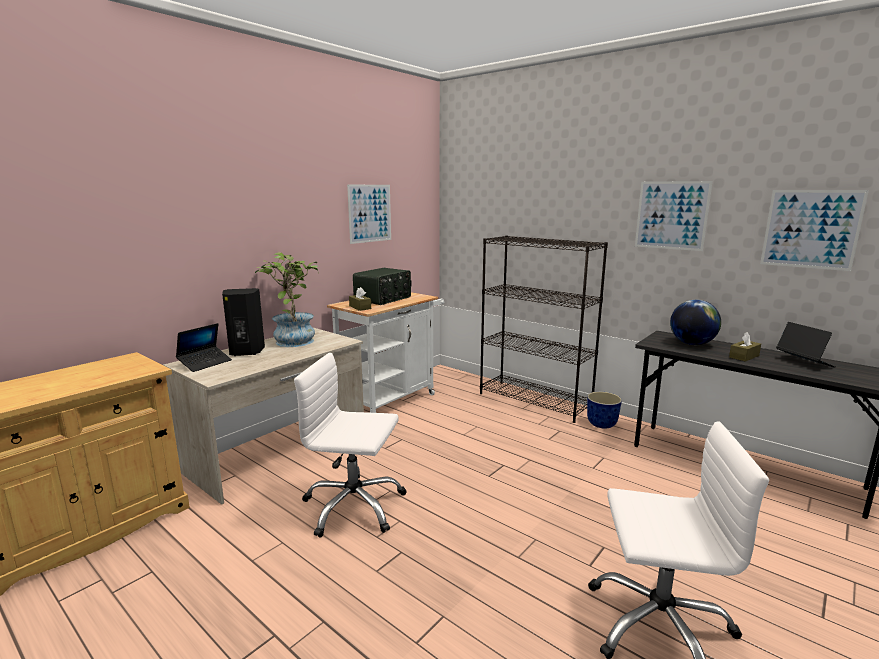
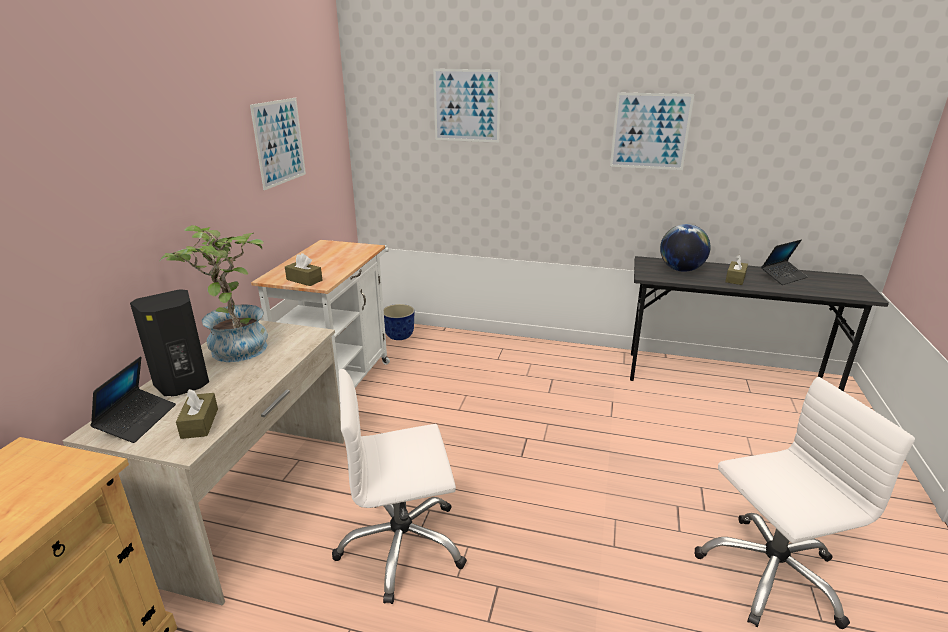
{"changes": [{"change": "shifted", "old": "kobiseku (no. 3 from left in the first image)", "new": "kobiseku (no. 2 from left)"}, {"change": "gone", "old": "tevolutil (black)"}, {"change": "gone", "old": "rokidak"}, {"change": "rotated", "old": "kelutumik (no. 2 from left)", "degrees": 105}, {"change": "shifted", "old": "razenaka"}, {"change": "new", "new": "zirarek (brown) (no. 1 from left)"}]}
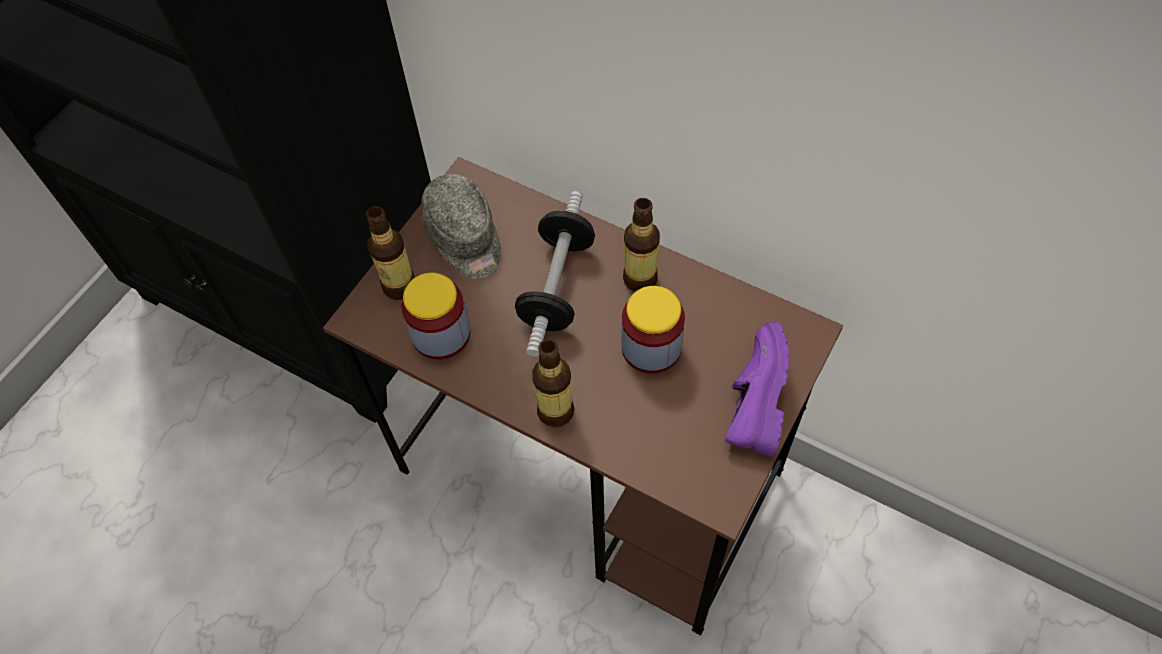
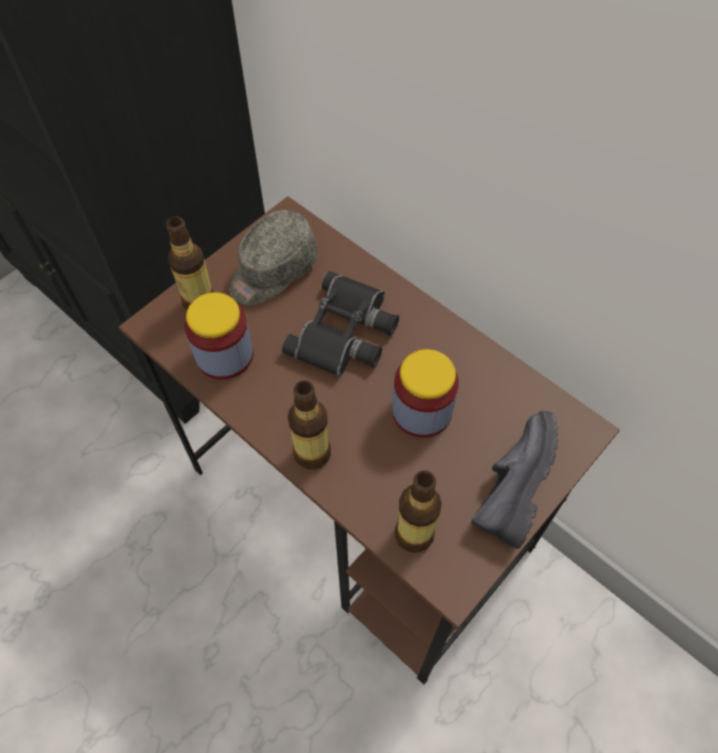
{"changes": [{"change": "rotated", "old": "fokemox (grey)", "degrees": 60}, {"change": "swapped", "old": "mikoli", "new": "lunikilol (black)"}, {"change": "shifted", "old": "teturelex (no. 3 from left)"}, {"change": "repainted", "old": "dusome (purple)", "new": "dusome (black)"}]}
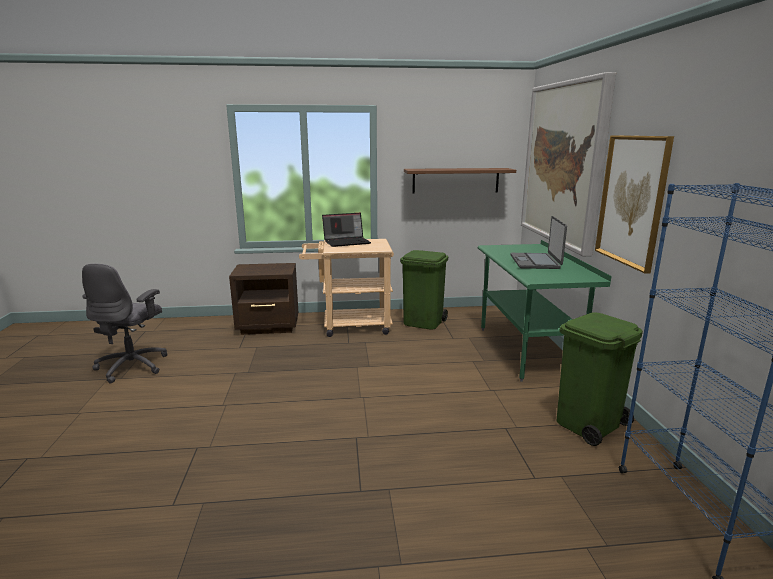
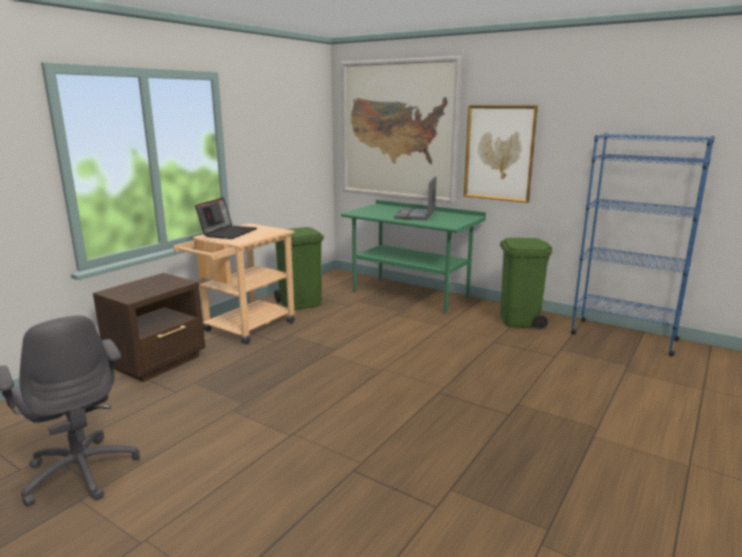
{"changes": [{"change": "gone", "old": "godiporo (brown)"}, {"change": "rotated", "old": "kelutumik (no. 2 from left)", "degrees": 60}]}
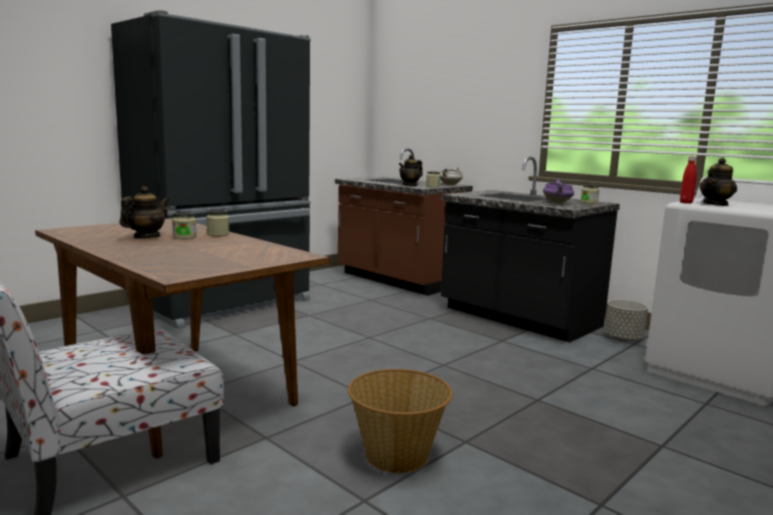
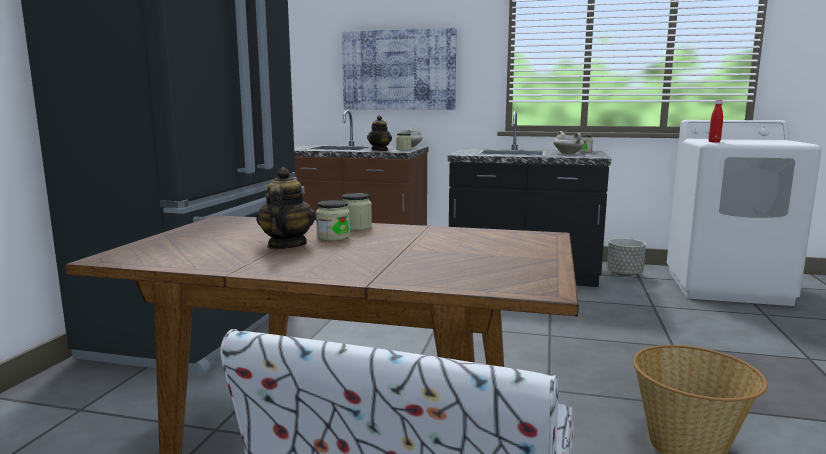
{"changes": [{"change": "gone", "old": "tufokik (no. 3 from left)"}, {"change": "repainted", "old": "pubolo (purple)", "new": "pubolo (white) (no. 2 from left)"}, {"change": "new", "new": "kobiseku"}]}
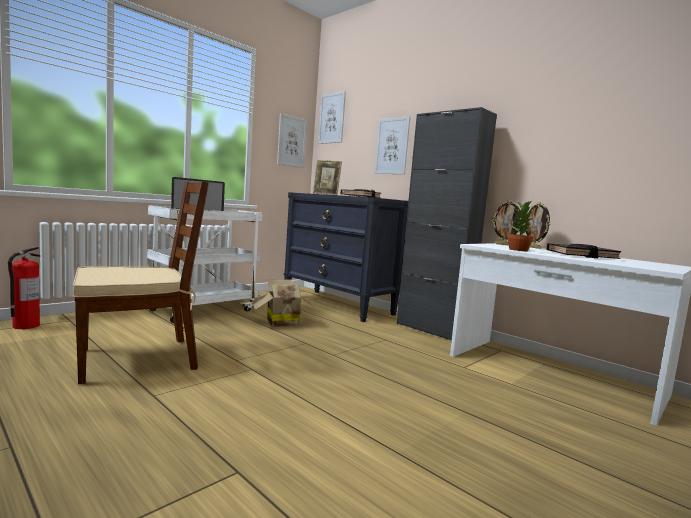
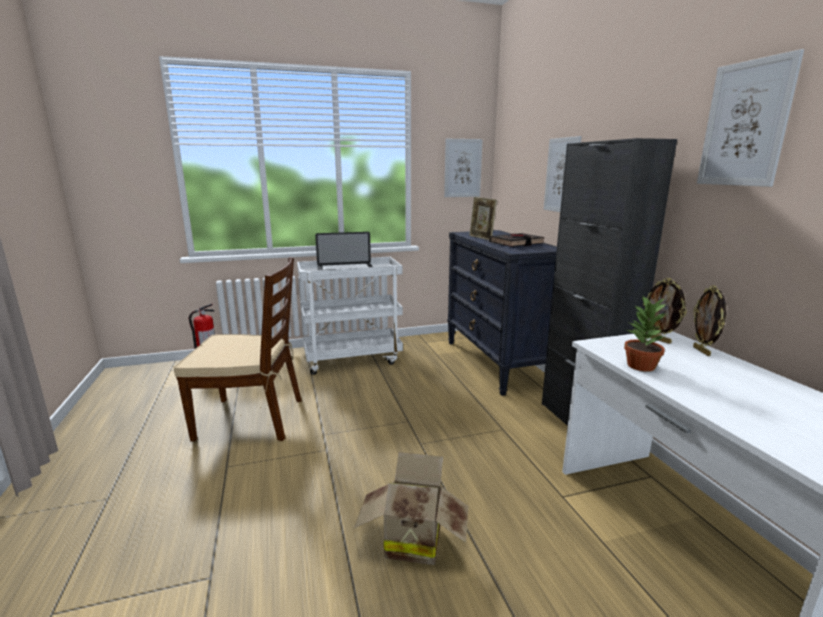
{"changes": [{"change": "shifted", "old": "kobiseku (no. 2 from left in the first image)", "new": "kobiseku (no. 3 from left)"}, {"change": "gone", "old": "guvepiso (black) (no. 2 from left)"}, {"change": "shifted", "old": "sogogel"}]}
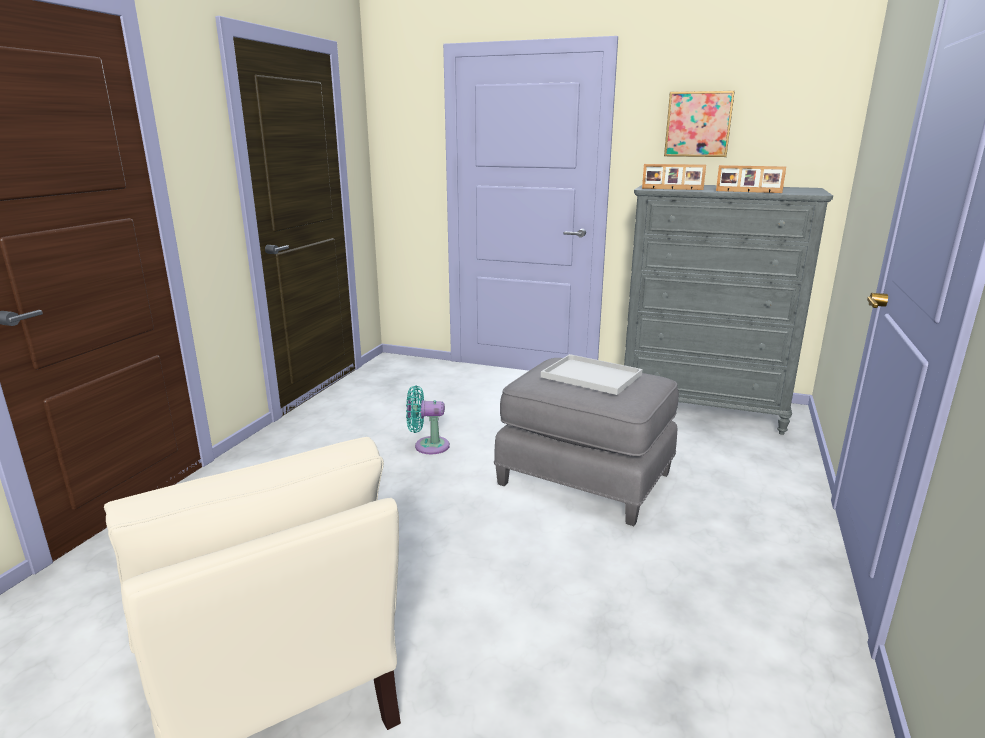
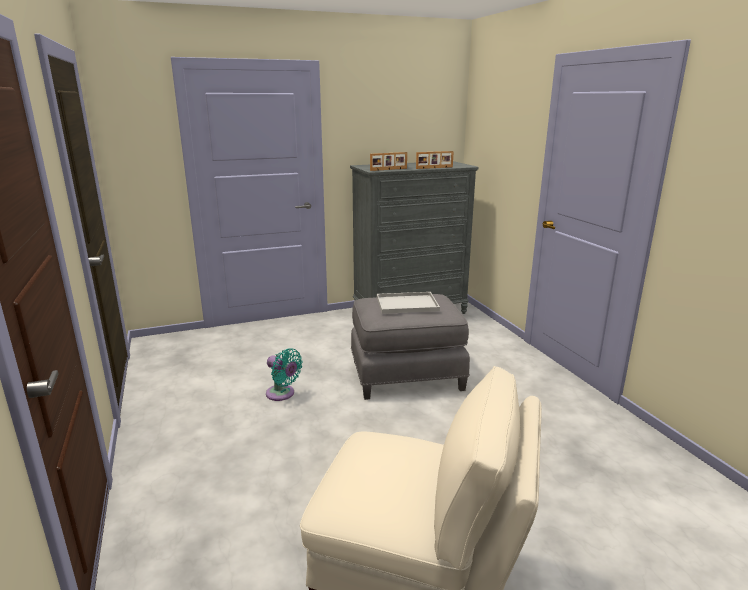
{"changes": [{"change": "gone", "old": "kobiseku"}, {"change": "rotated", "old": "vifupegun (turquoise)", "degrees": -105}]}
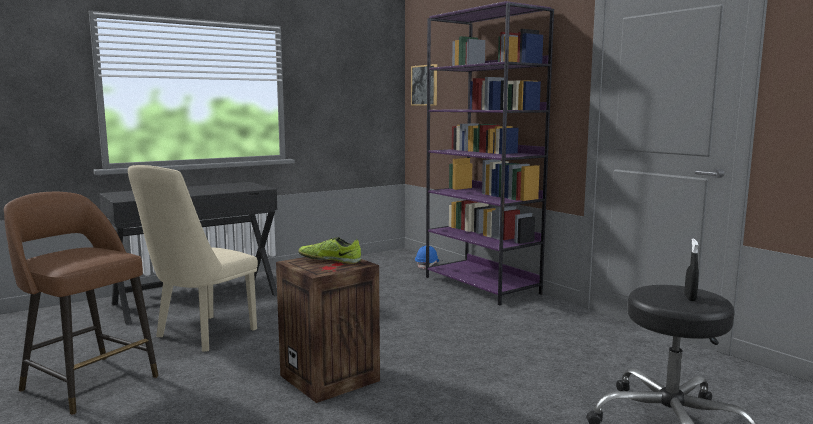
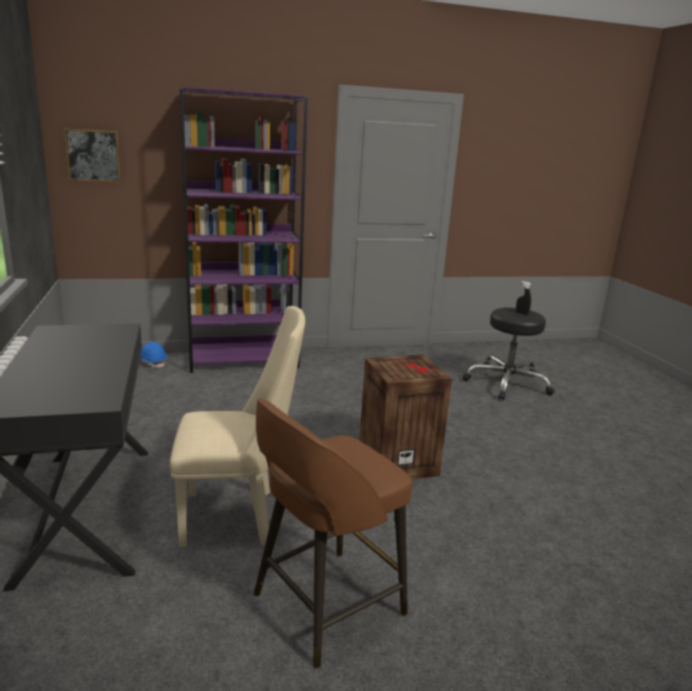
{"changes": [{"change": "rotated", "old": "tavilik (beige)", "degrees": -60}, {"change": "gone", "old": "dusome"}]}
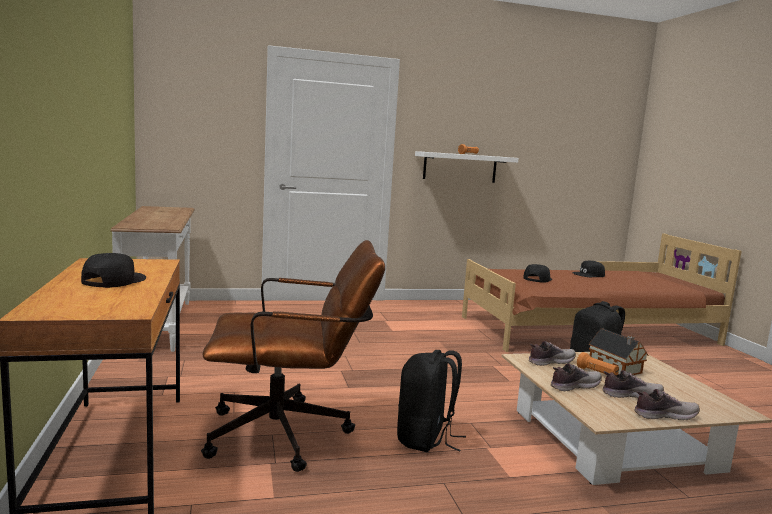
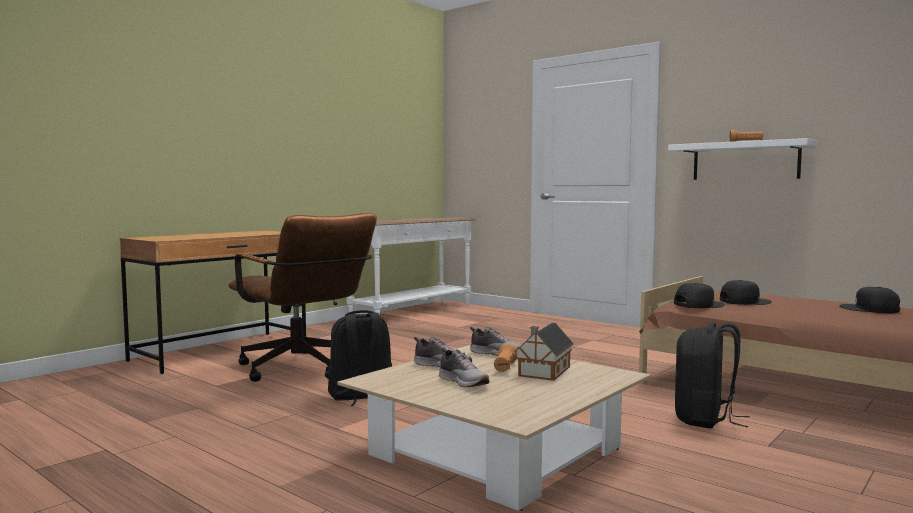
{"changes": [{"change": "shifted", "old": "fokemox (black) (no. 1 from left)"}, {"change": "gone", "old": "dusome (no. 4 from left)"}]}
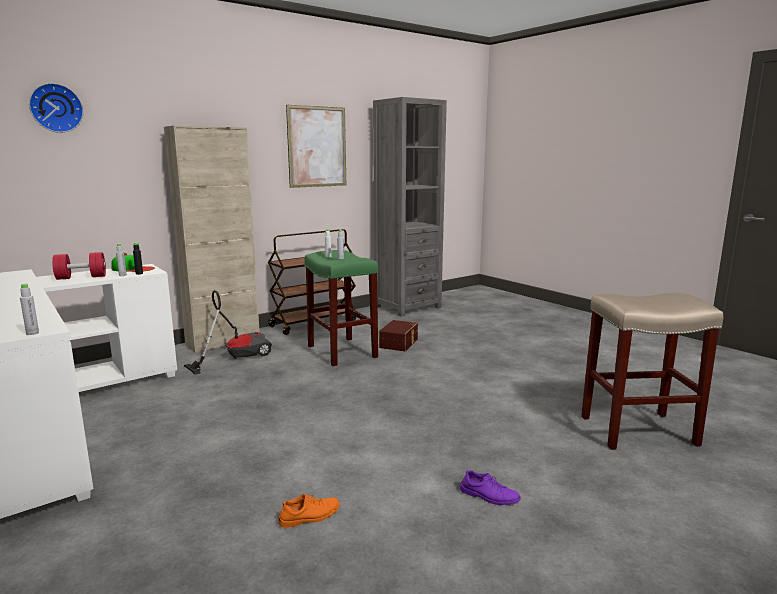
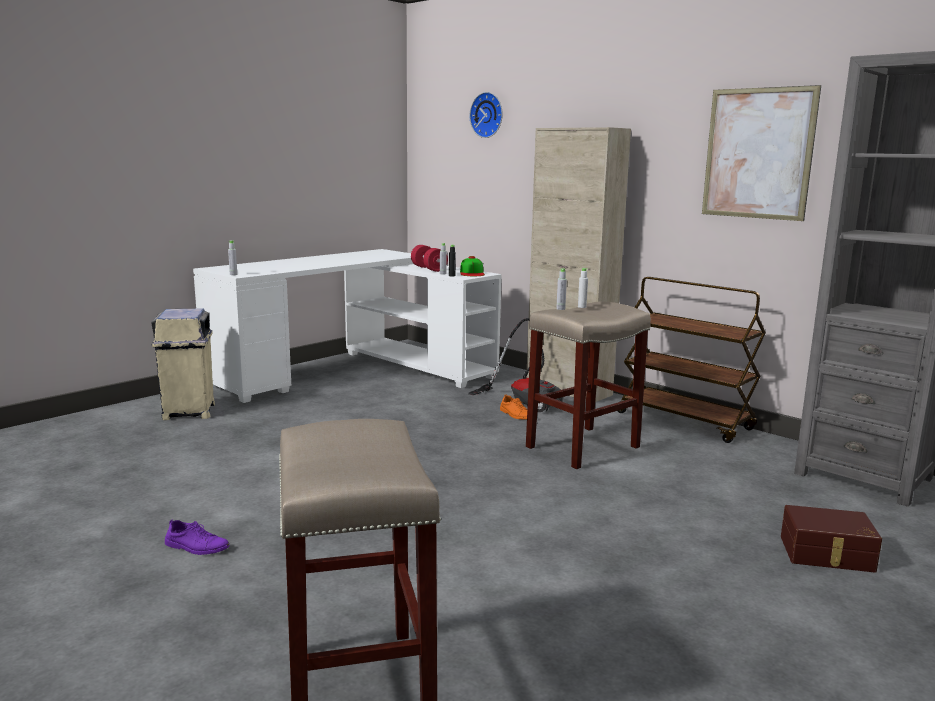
{"changes": [{"change": "repainted", "old": "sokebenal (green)", "new": "sokebenal (beige) (no. 2 from left)"}, {"change": "shifted", "old": "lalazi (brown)"}, {"change": "rotated", "old": "dusome (purple)", "degrees": -90}, {"change": "shifted", "old": "dusome (orange)"}, {"change": "new", "new": "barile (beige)"}]}
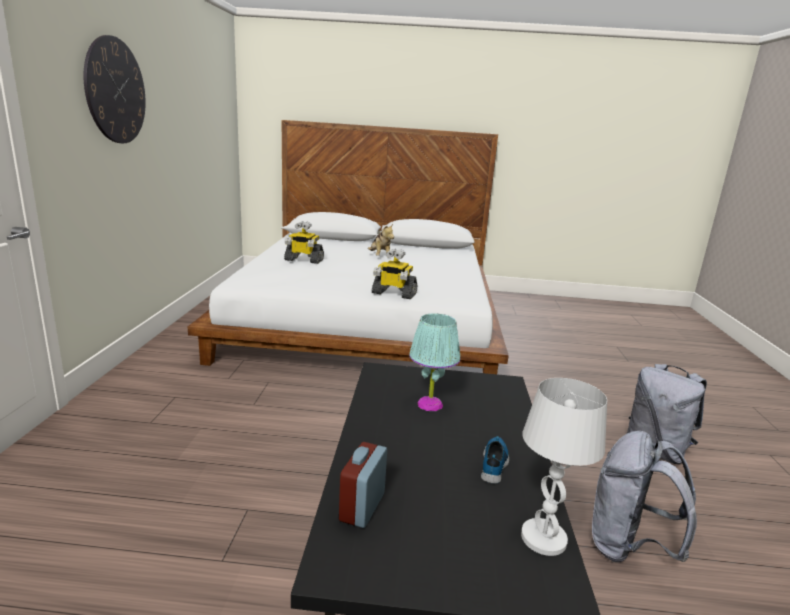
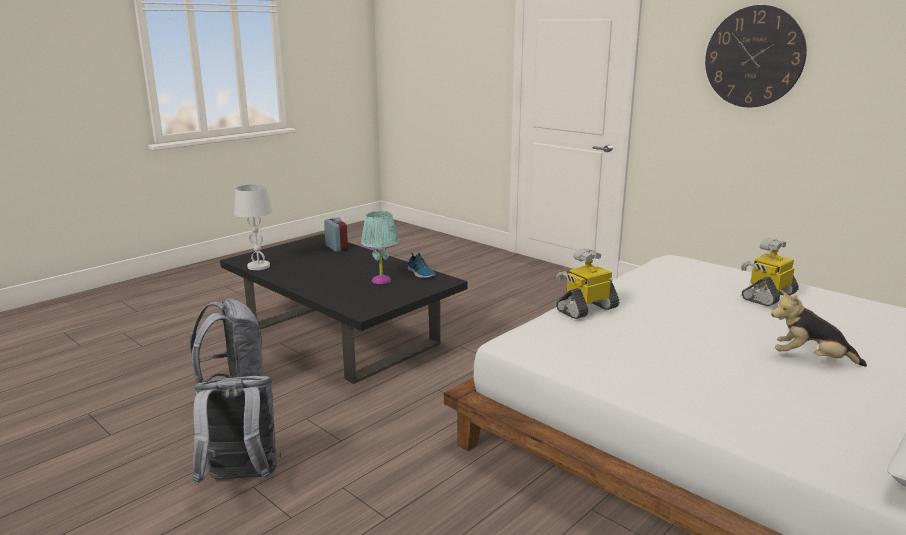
{"changes": [{"change": "shifted", "old": "dusome"}]}
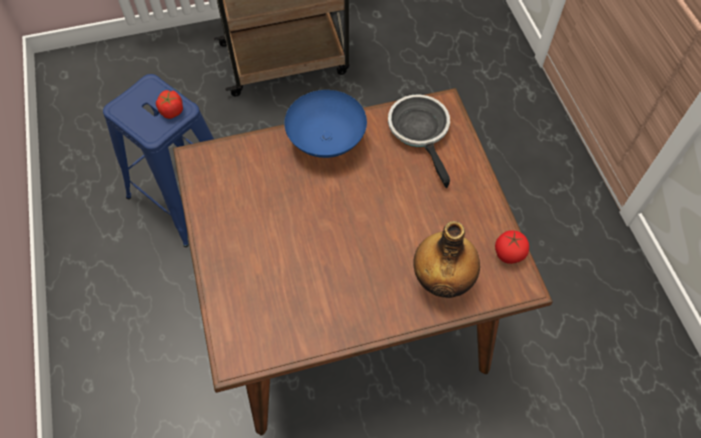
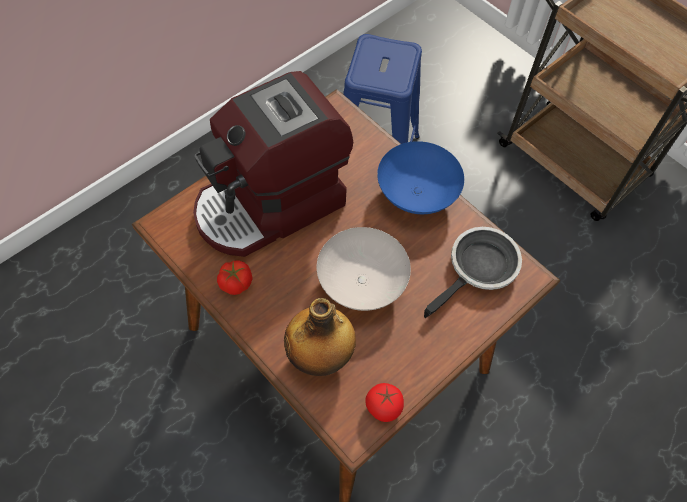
{"changes": [{"change": "shifted", "old": "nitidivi (no. 1 from left)"}, {"change": "new", "new": "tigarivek"}, {"change": "new", "new": "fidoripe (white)"}]}
